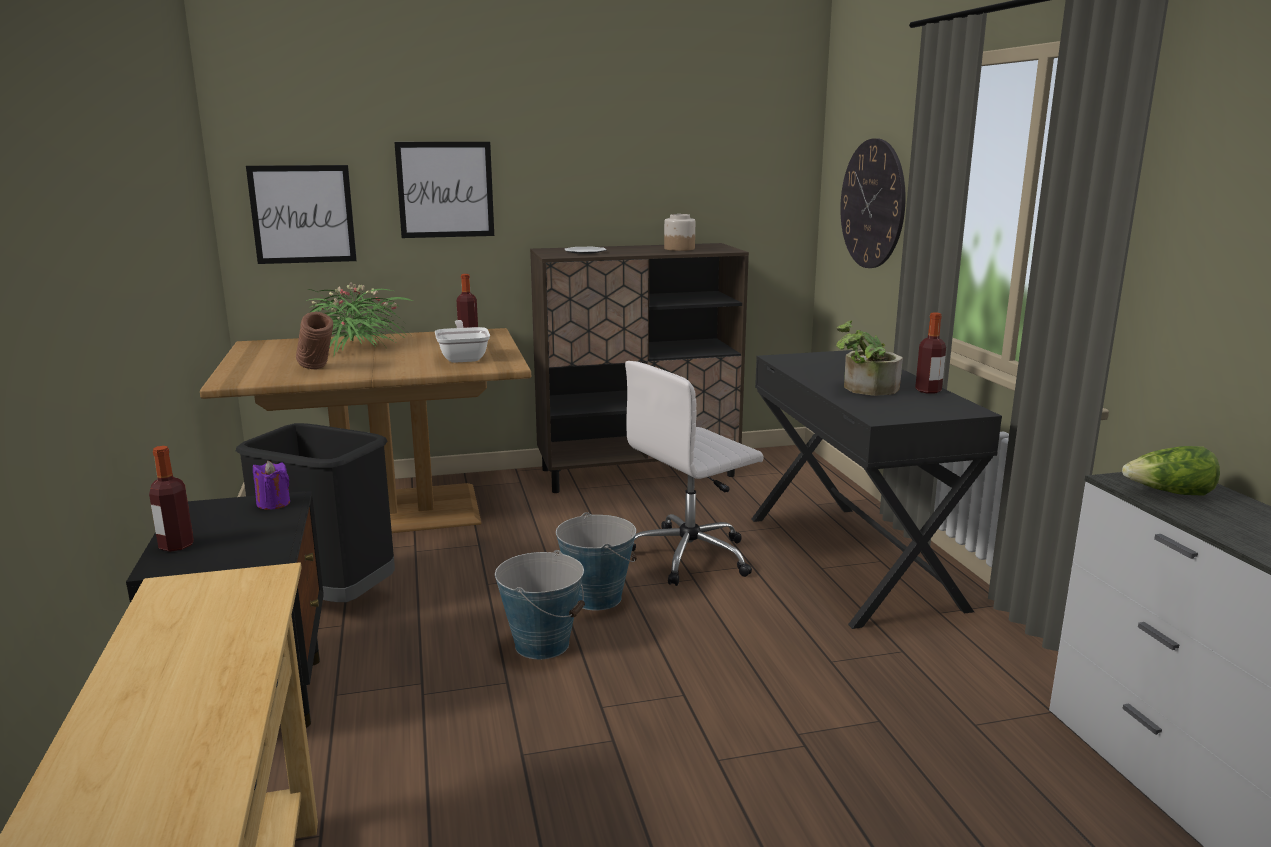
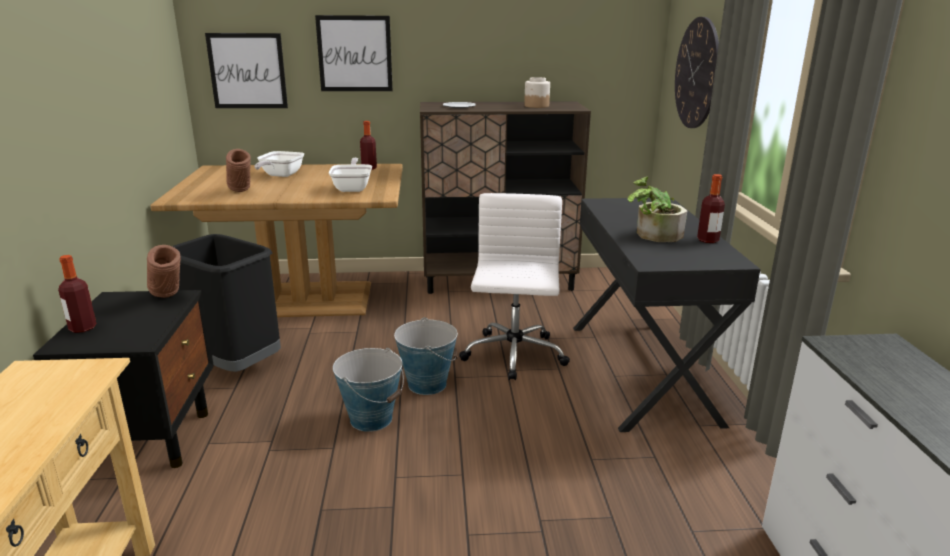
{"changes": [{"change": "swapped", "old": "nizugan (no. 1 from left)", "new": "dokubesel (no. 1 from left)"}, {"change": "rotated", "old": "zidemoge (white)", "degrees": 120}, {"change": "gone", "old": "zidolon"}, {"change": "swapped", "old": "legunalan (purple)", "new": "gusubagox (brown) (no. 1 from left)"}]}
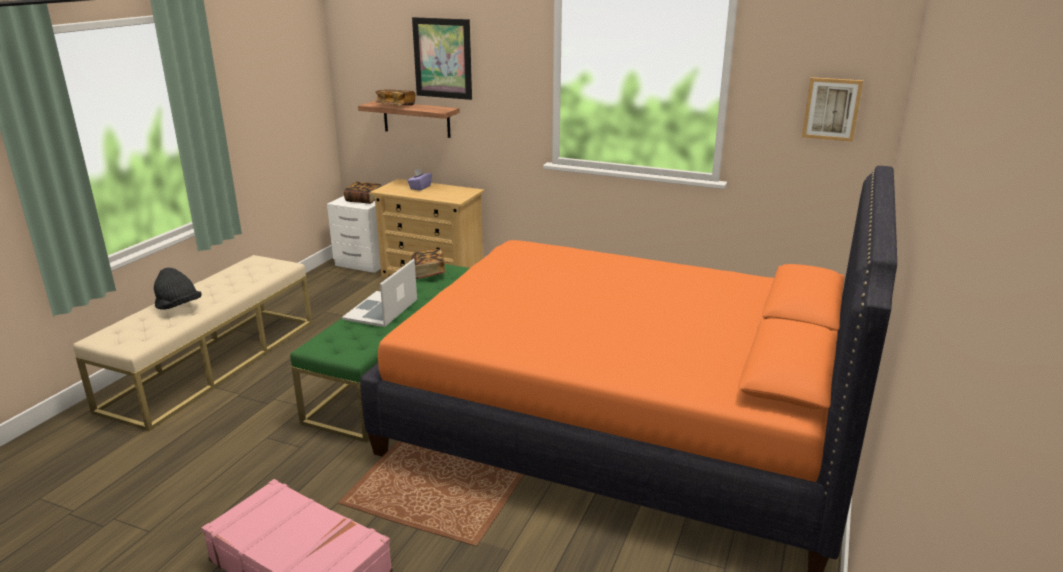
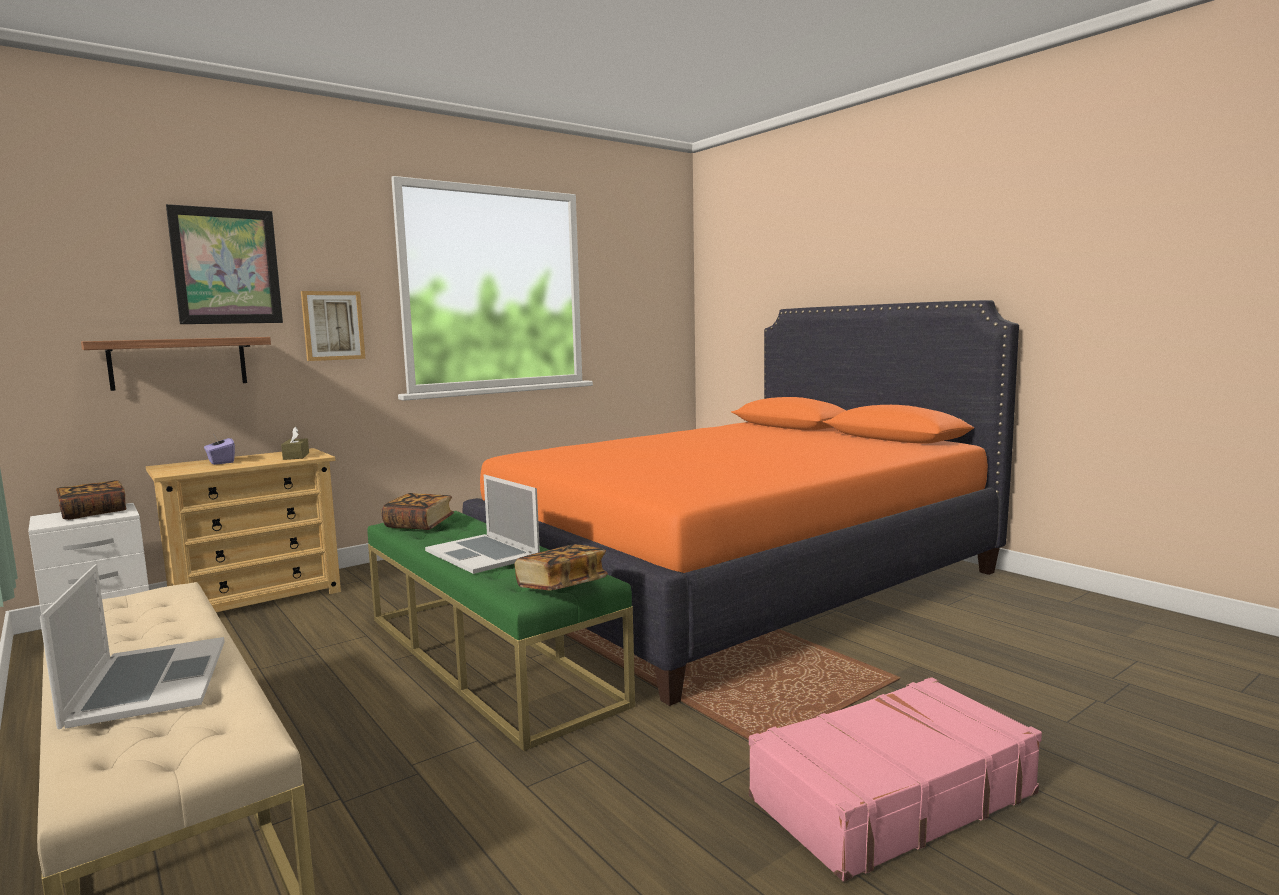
{"changes": [{"change": "shifted", "old": "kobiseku (no. 2 from left)"}, {"change": "shifted", "old": "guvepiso (no. 2 from left in the first image)", "new": "guvepiso (no. 3 from left)"}, {"change": "swapped", "old": "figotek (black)", "new": "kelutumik (no. 1 from left)"}, {"change": "new", "new": "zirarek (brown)"}]}
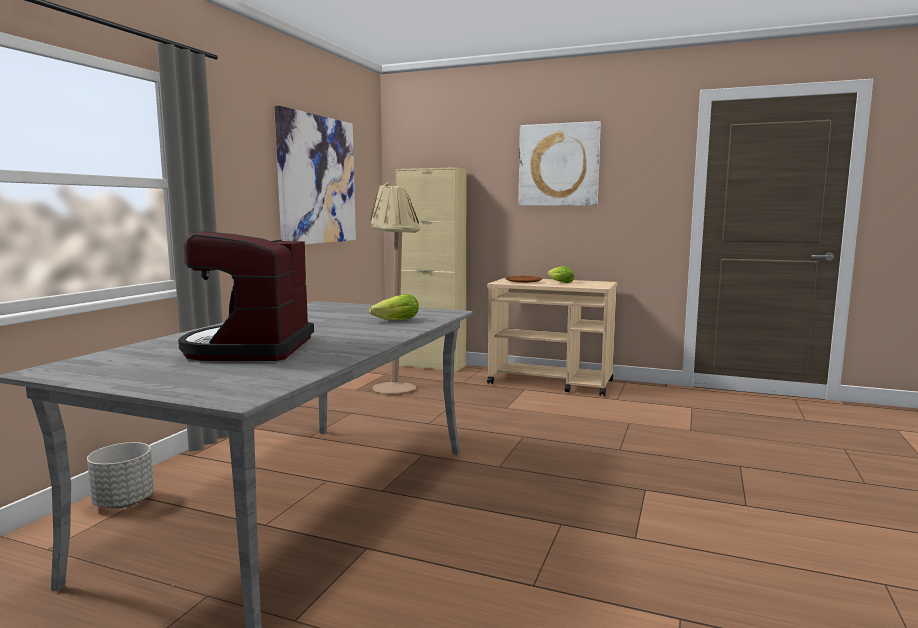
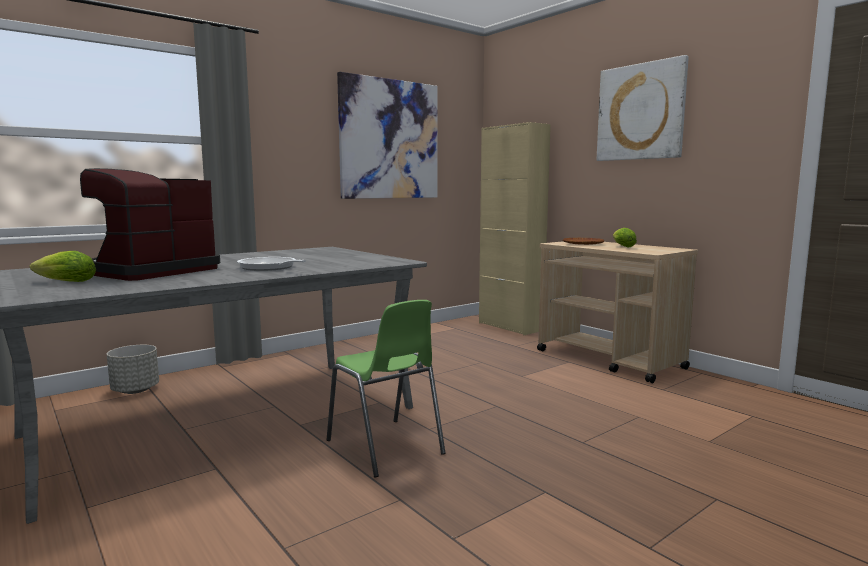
{"changes": [{"change": "gone", "old": "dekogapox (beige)"}, {"change": "shifted", "old": "zidolon (no. 1 from left)"}, {"change": "new", "new": "dokubesel"}, {"change": "new", "new": "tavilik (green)"}]}
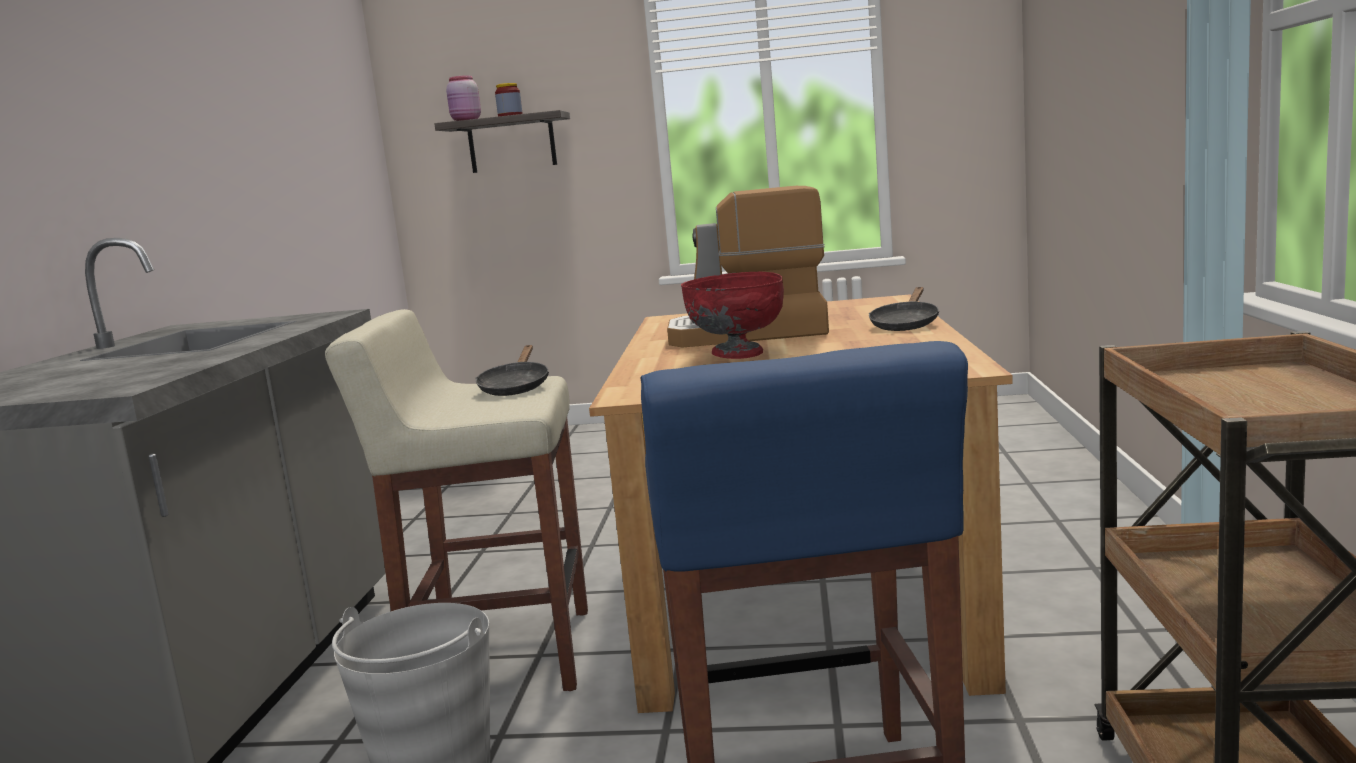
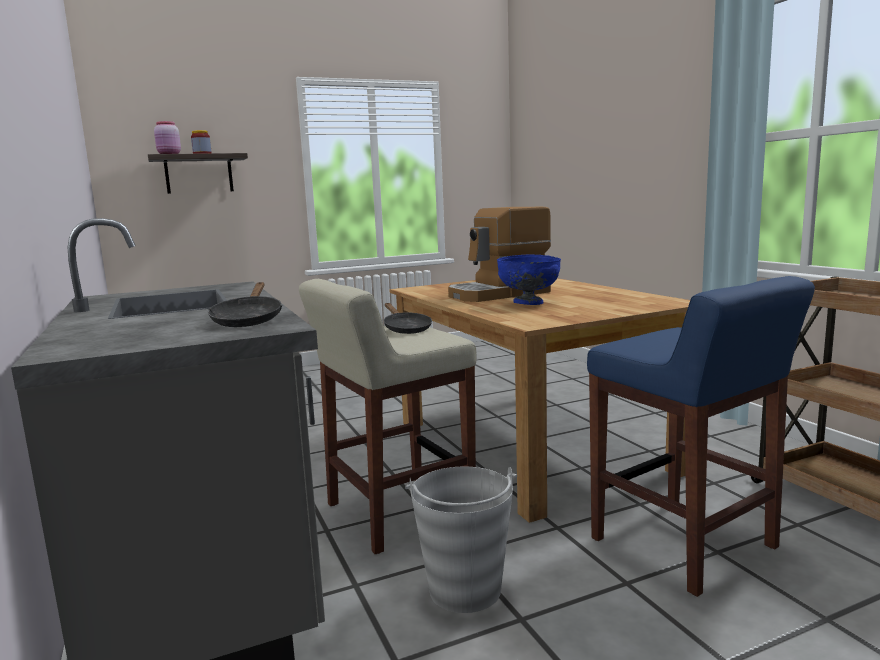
{"changes": [{"change": "repainted", "old": "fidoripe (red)", "new": "fidoripe (blue)"}, {"change": "shifted", "old": "dokubesel (black) (no. 2 from left in the first image)", "new": "dokubesel (black) (no. 1 from left)"}]}
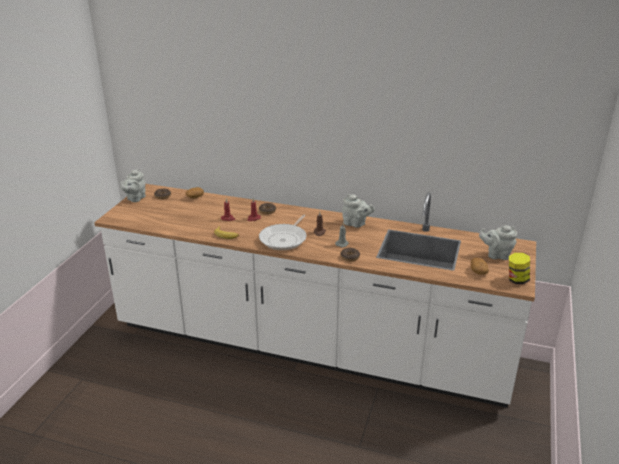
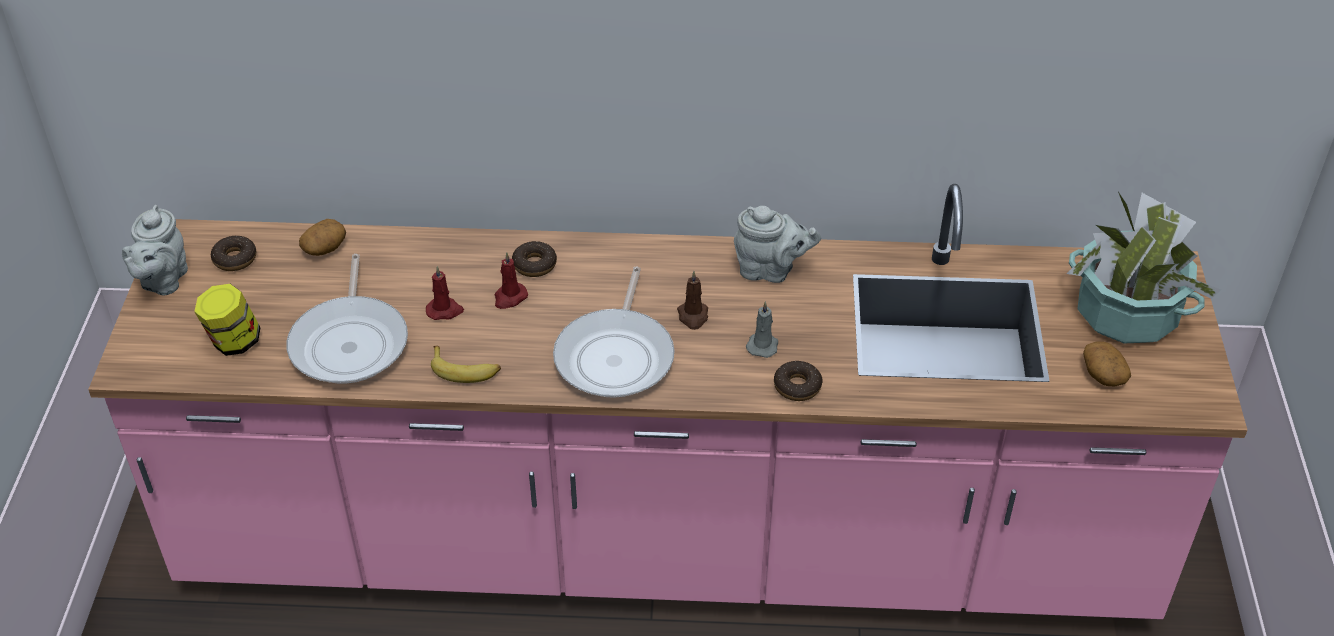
{"changes": [{"change": "repainted", "old": "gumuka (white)", "new": "gumuka (pink)"}, {"change": "swapped", "old": "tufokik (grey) (no. 3 from left)", "new": "nizugan"}, {"change": "shifted", "old": "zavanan"}, {"change": "new", "new": "dokubesel (no. 1 from left)"}]}
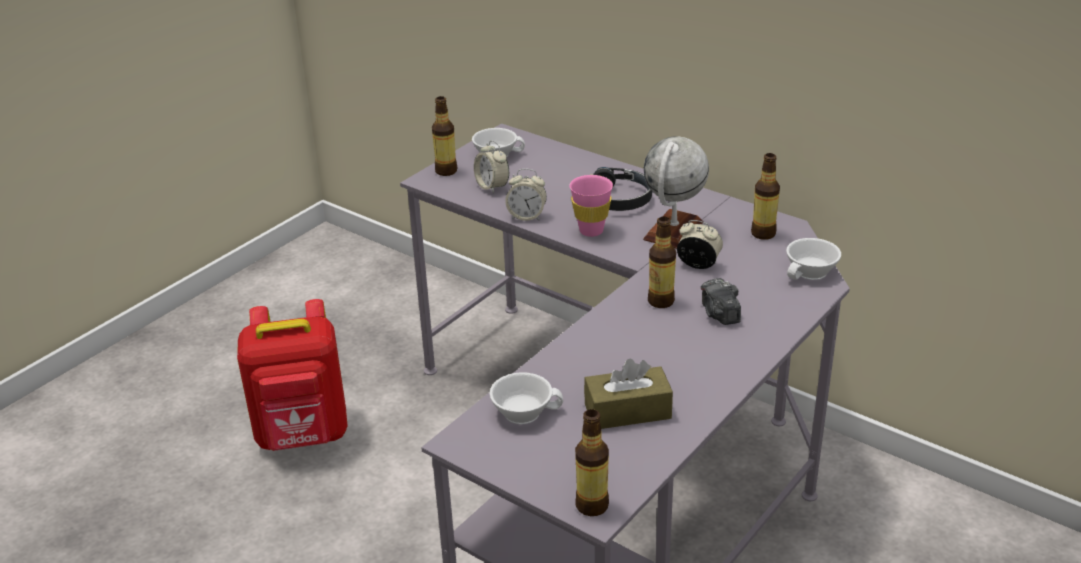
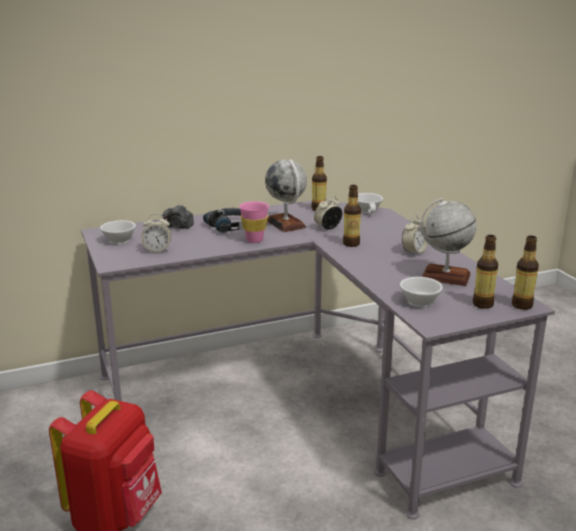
{"changes": [{"change": "shifted", "old": "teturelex (no. 1 from left in the first image)", "new": "teturelex (no. 3 from left)"}, {"change": "shifted", "old": "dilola (no. 2 from left in the first image)", "new": "dilola (no. 3 from left)"}, {"change": "shifted", "old": "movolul"}, {"change": "swapped", "old": "zirarek (brown)", "new": "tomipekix (no. 2 from left)"}]}
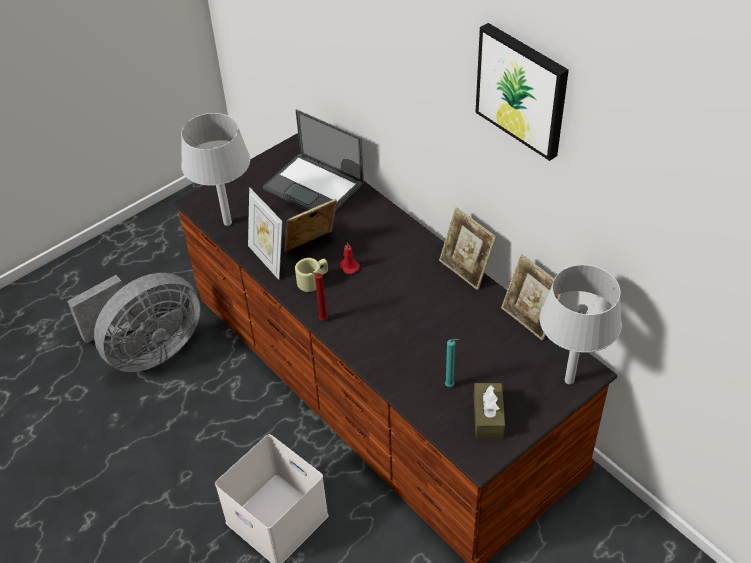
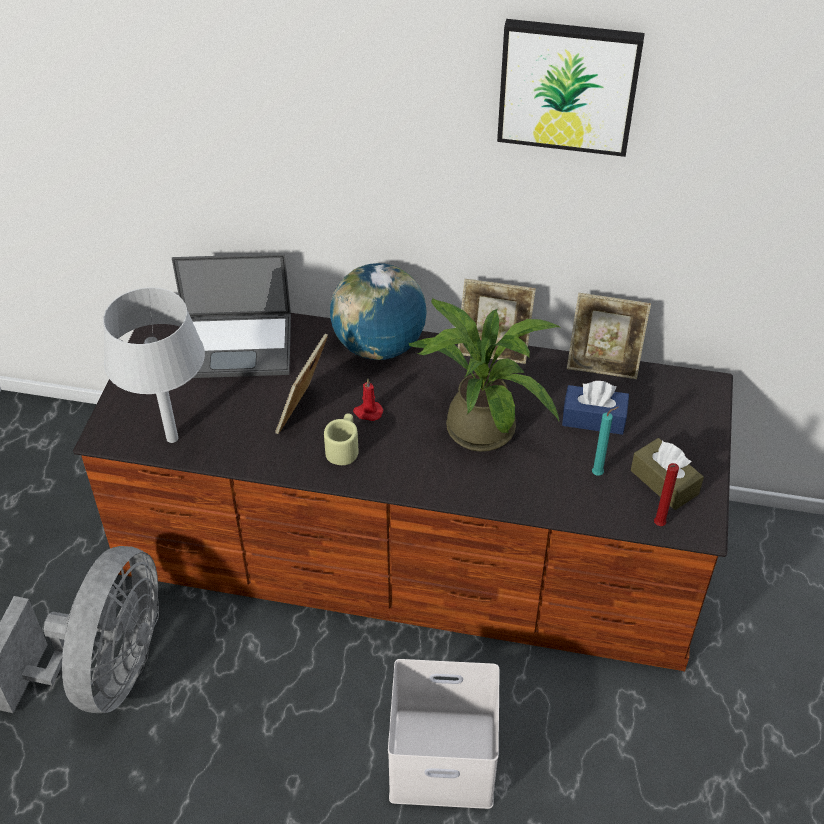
{"changes": [{"change": "gone", "old": "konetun (no. 1 from left)"}, {"change": "gone", "old": "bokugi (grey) (no. 2 from left)"}, {"change": "shifted", "old": "legunalan (red) (no. 1 from left in the first image)", "new": "legunalan (red) (no. 2 from left)"}, {"change": "new", "new": "tomipekix"}, {"change": "new", "new": "nizugan"}, {"change": "new", "new": "zirarek (blue)"}]}
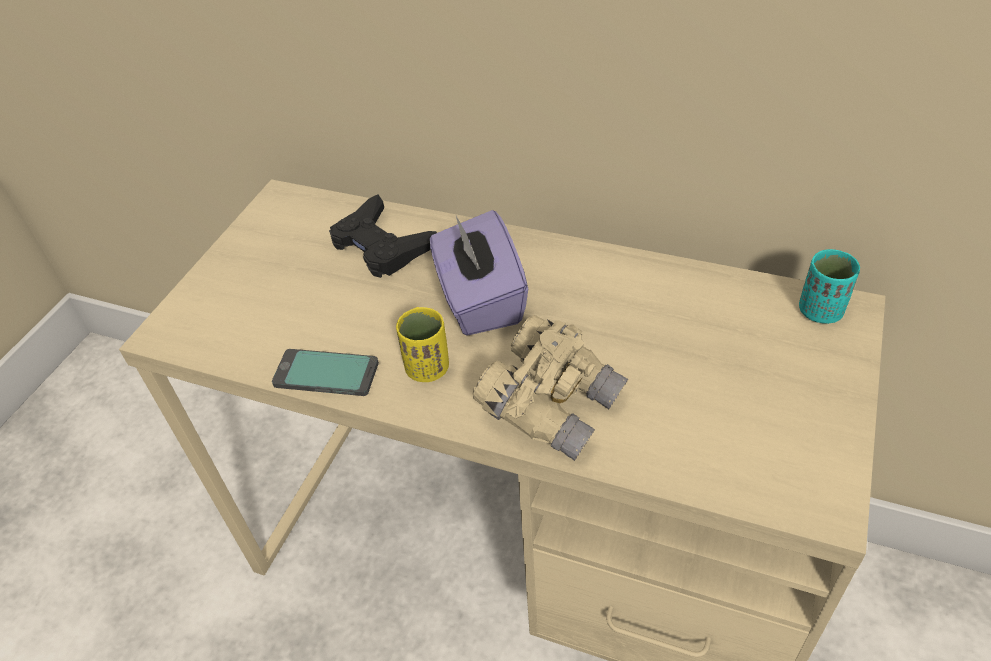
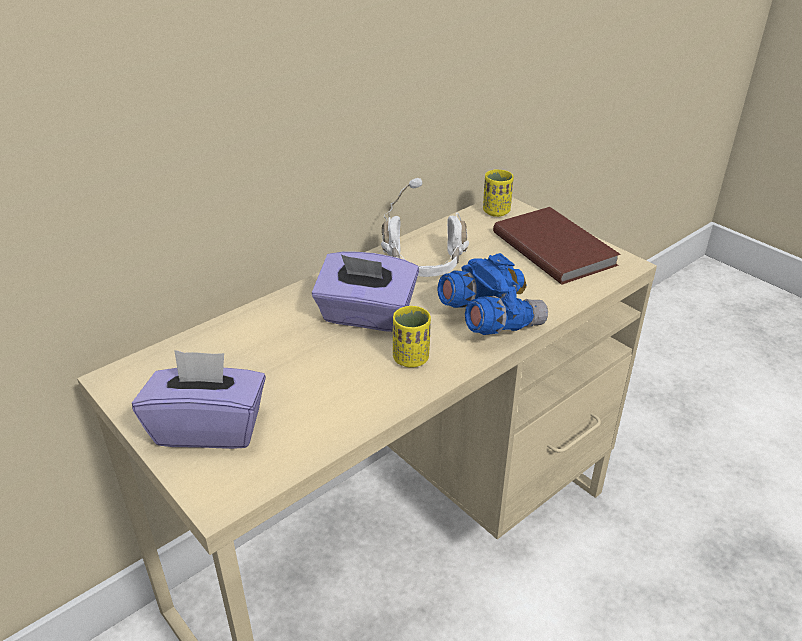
{"changes": [{"change": "gone", "old": "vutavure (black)"}, {"change": "repainted", "old": "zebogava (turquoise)", "new": "zebogava (yellow) (no. 2 from left)"}, {"change": "repainted", "old": "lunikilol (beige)", "new": "lunikilol (blue)"}, {"change": "gone", "old": "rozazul"}, {"change": "new", "new": "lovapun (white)"}, {"change": "new", "new": "guvepiso (brown)"}, {"change": "new", "new": "zirarek (purple) (no. 1 from left)"}]}
